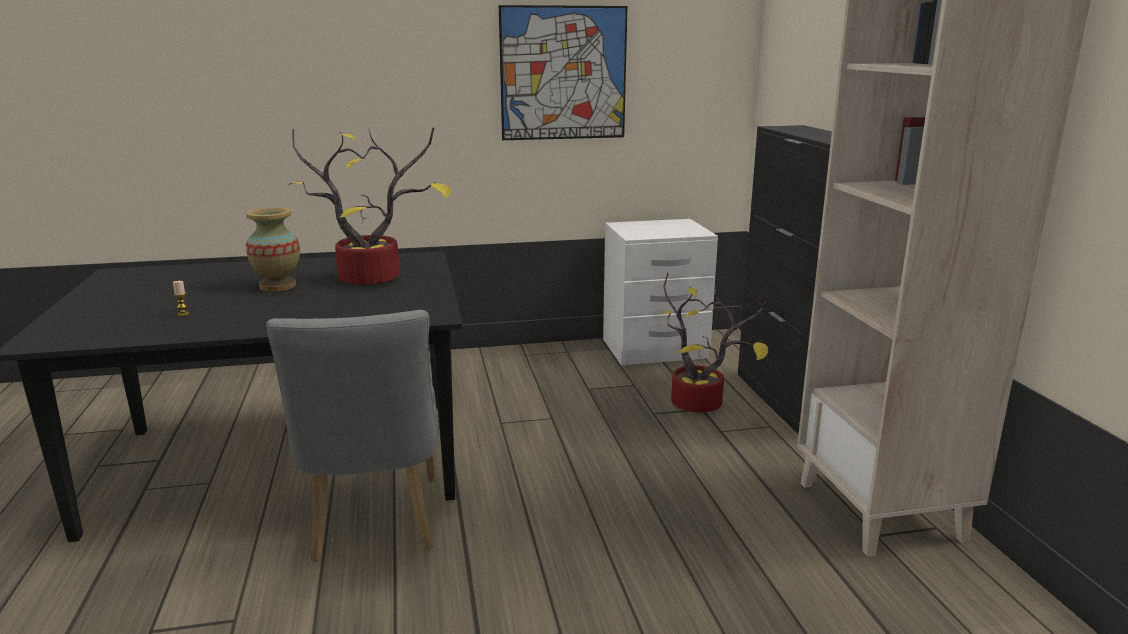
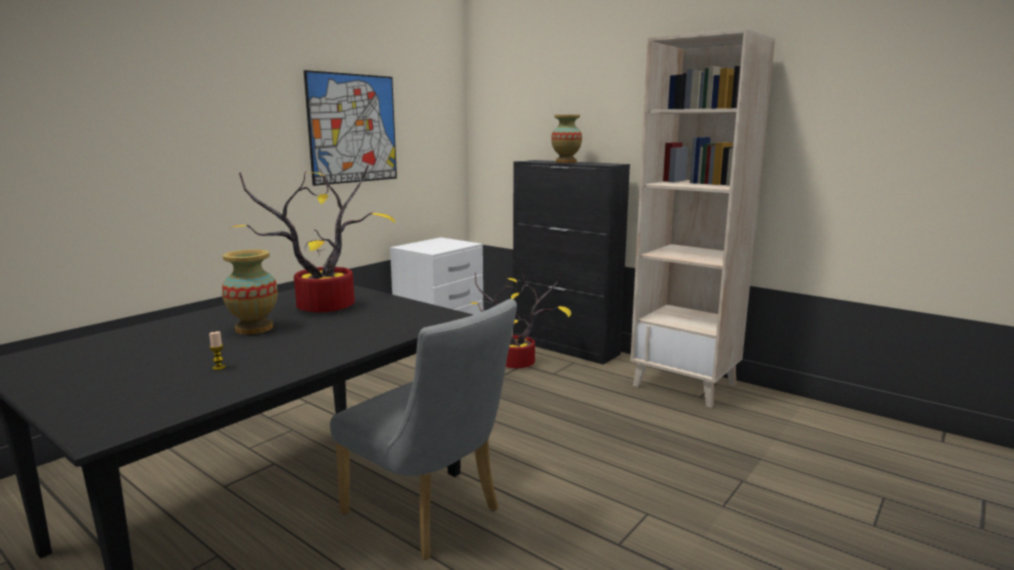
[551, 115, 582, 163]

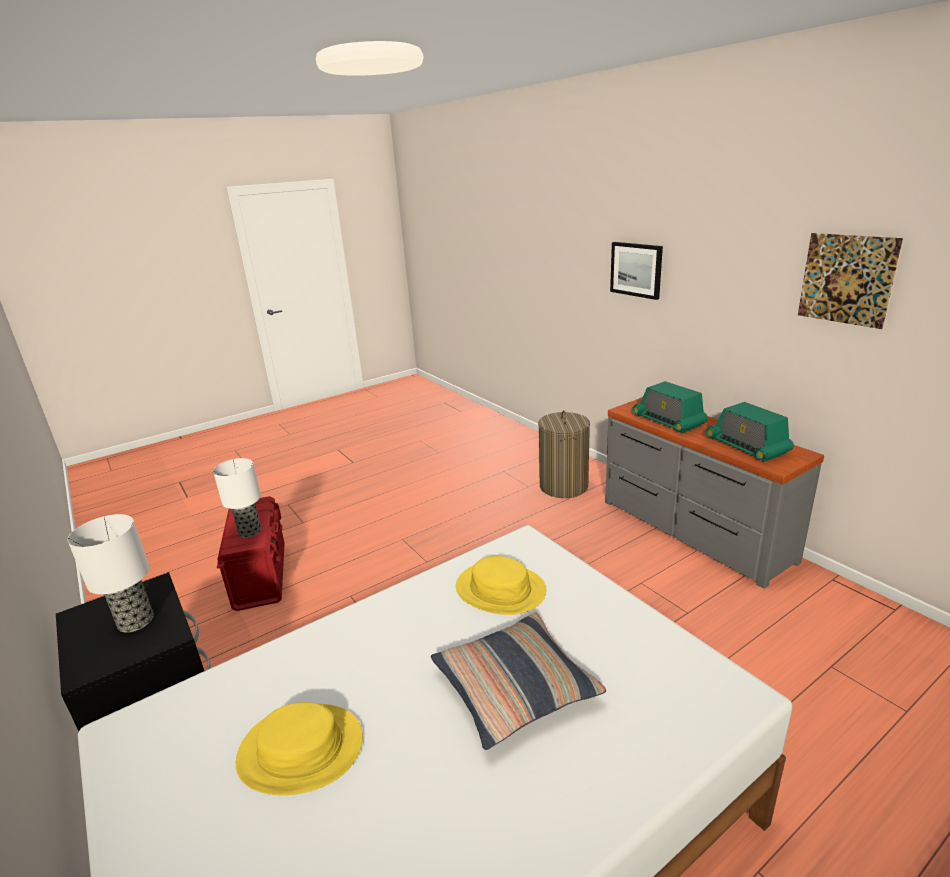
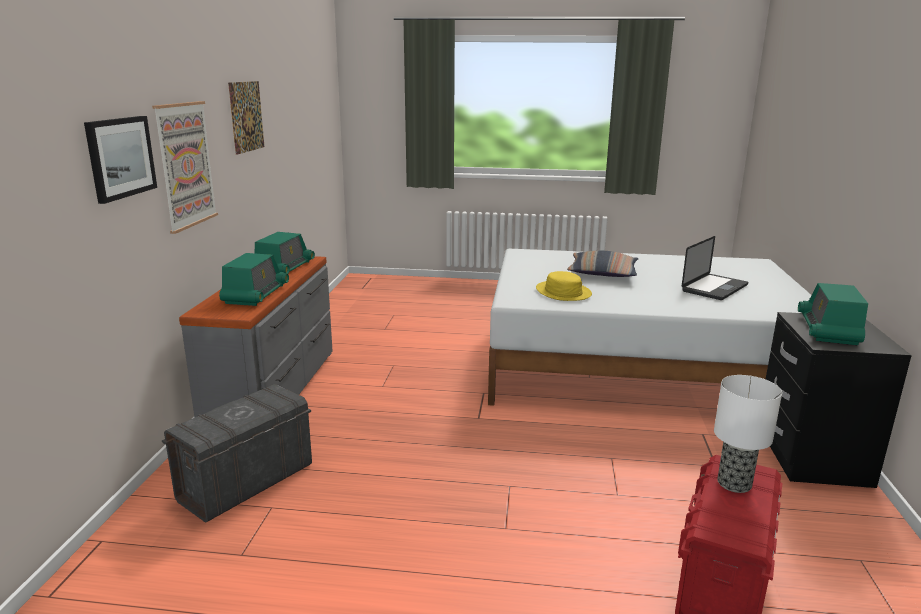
[162, 384, 312, 523]
[798, 283, 868, 345]
[682, 236, 748, 300]
[152, 101, 218, 234]

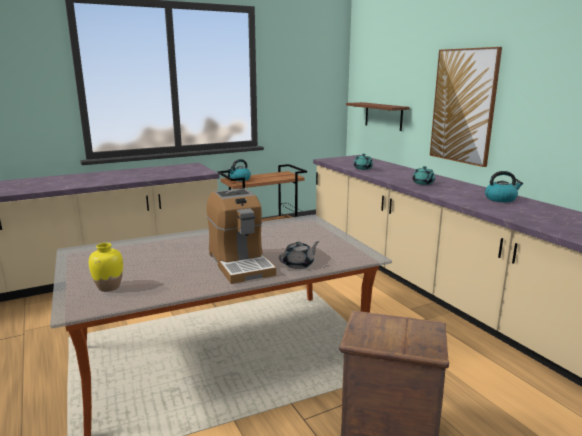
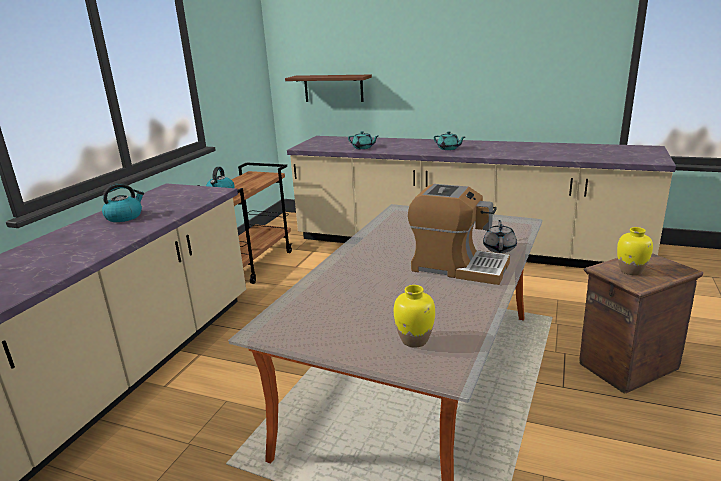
[430, 47, 502, 167] (first image)
[102, 183, 144, 222]
[617, 227, 653, 275]

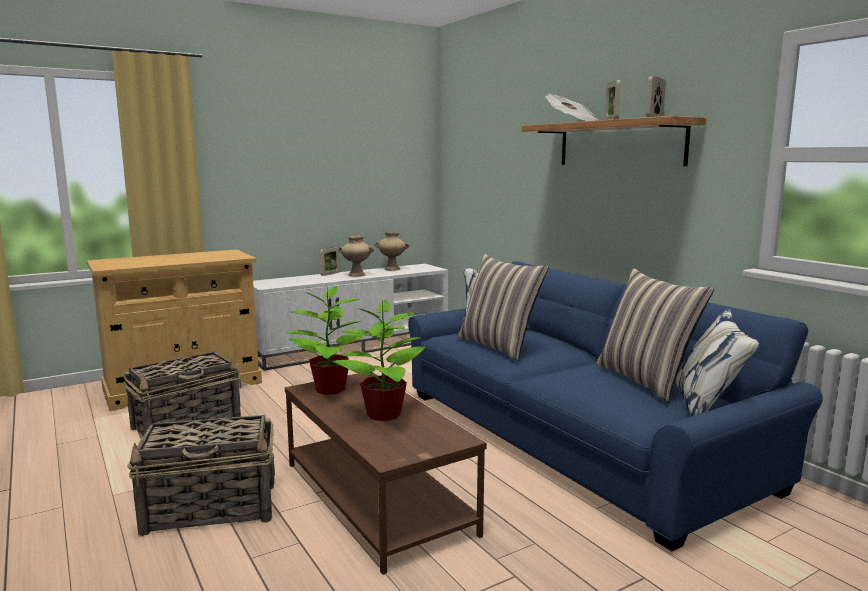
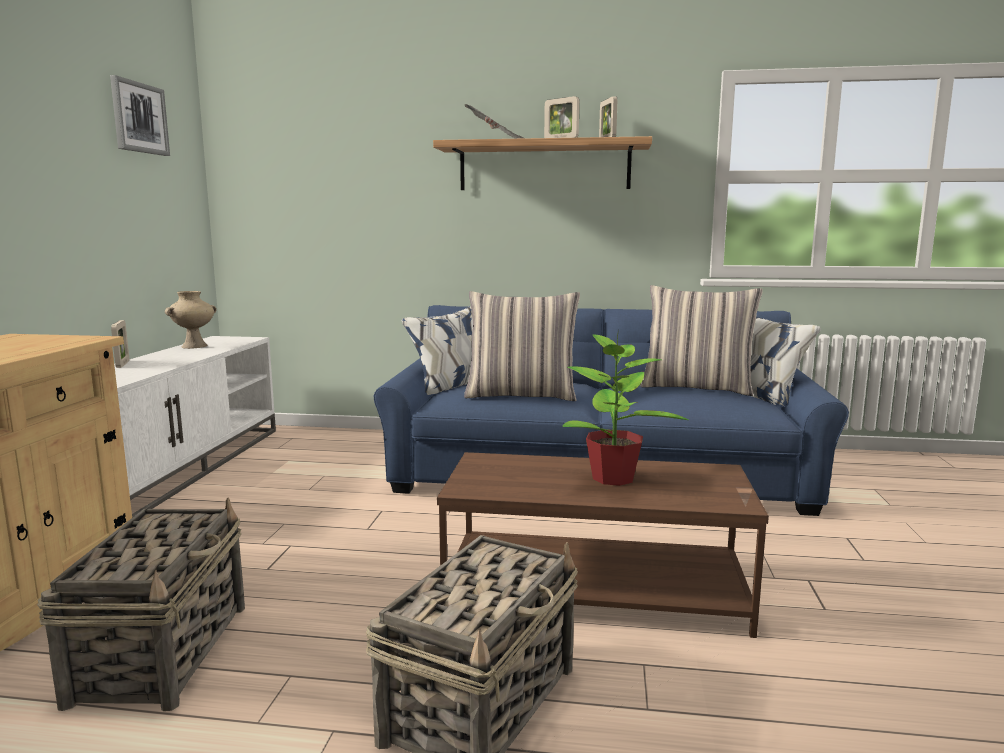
[339, 236, 374, 276] (first image)
[287, 285, 365, 395] (first image)
[110, 75, 170, 156]

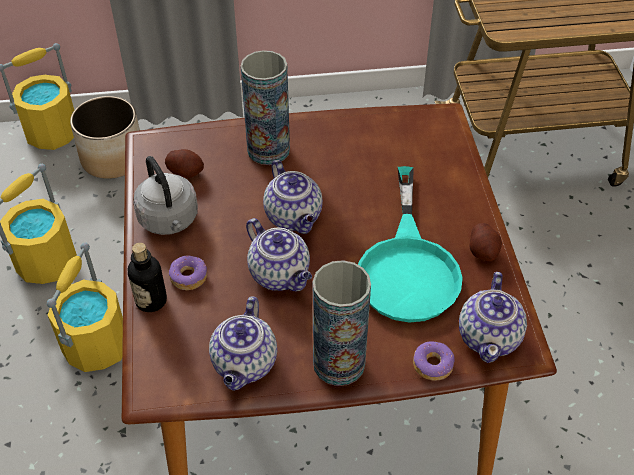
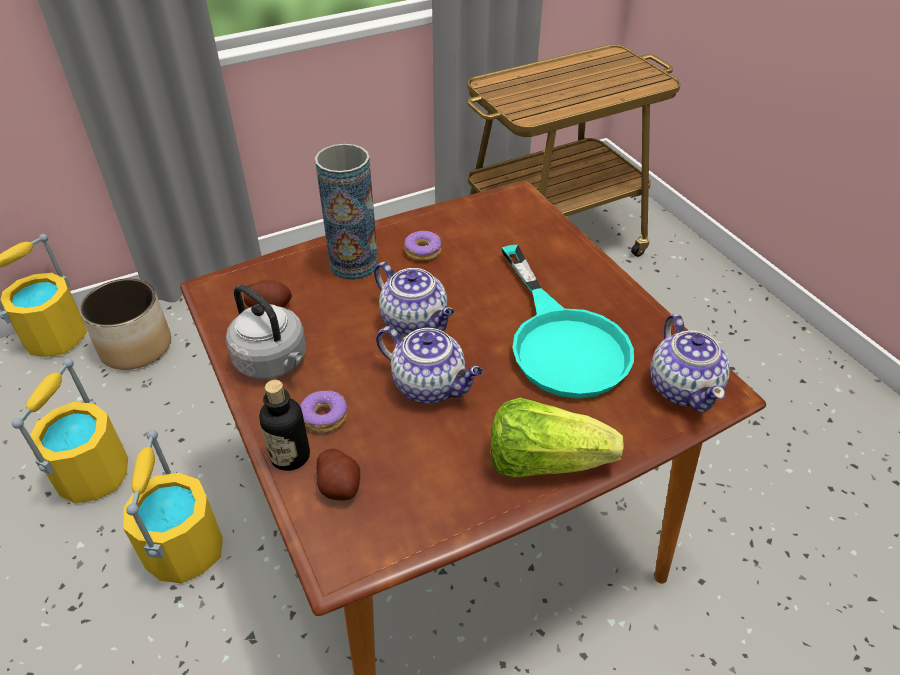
[317, 449, 360, 500]
[490, 398, 624, 478]
[209, 296, 277, 391] (first image)
[404, 231, 441, 261]

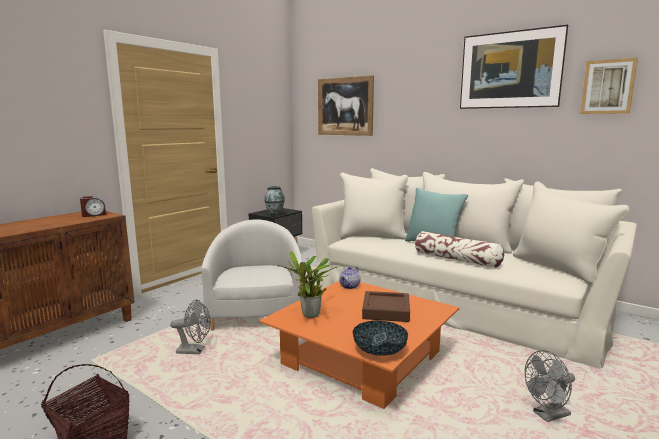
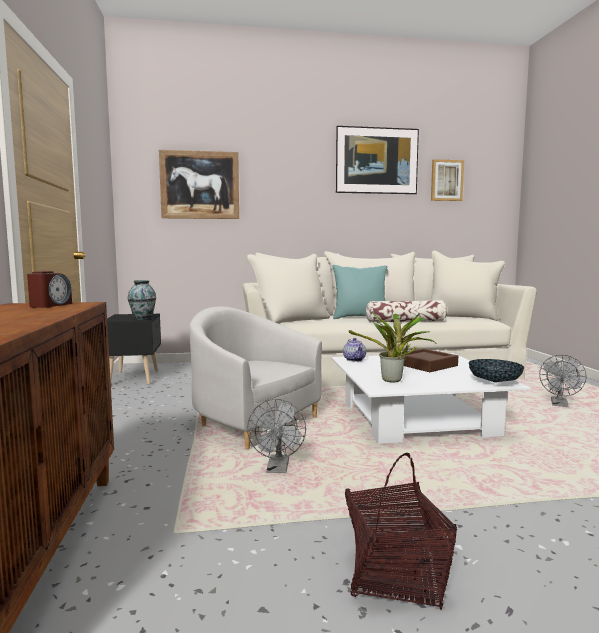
[331, 353, 531, 444]
[247, 399, 306, 473]

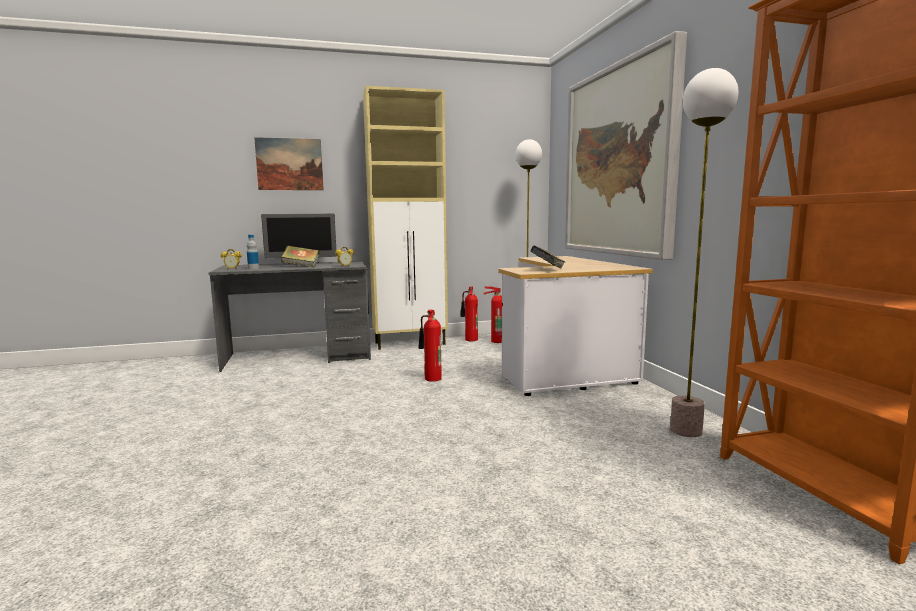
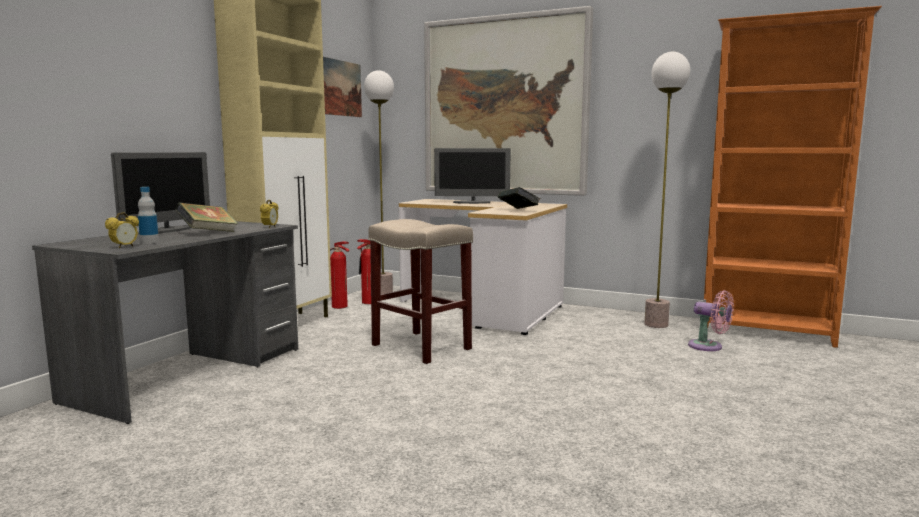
[323, 57, 362, 117]
[368, 219, 473, 364]
[434, 148, 511, 204]
[688, 290, 734, 351]

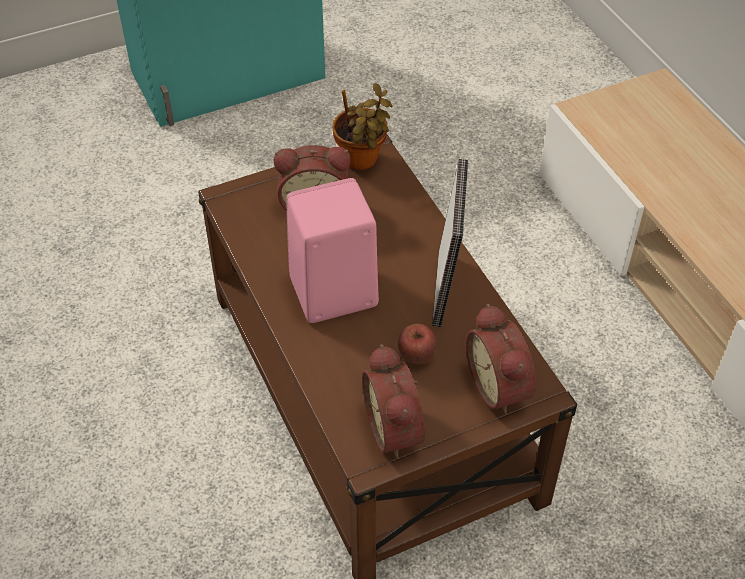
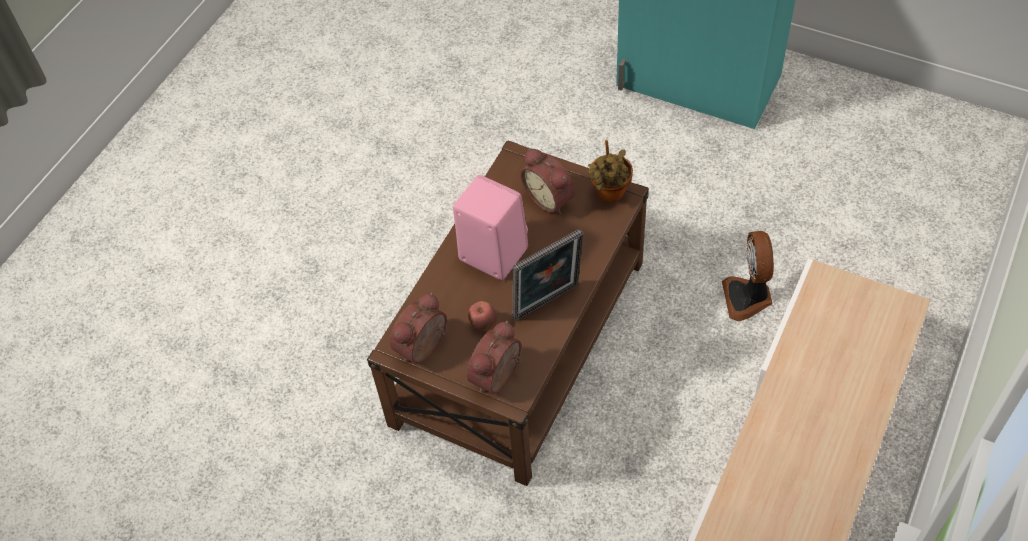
[722, 231, 774, 321]

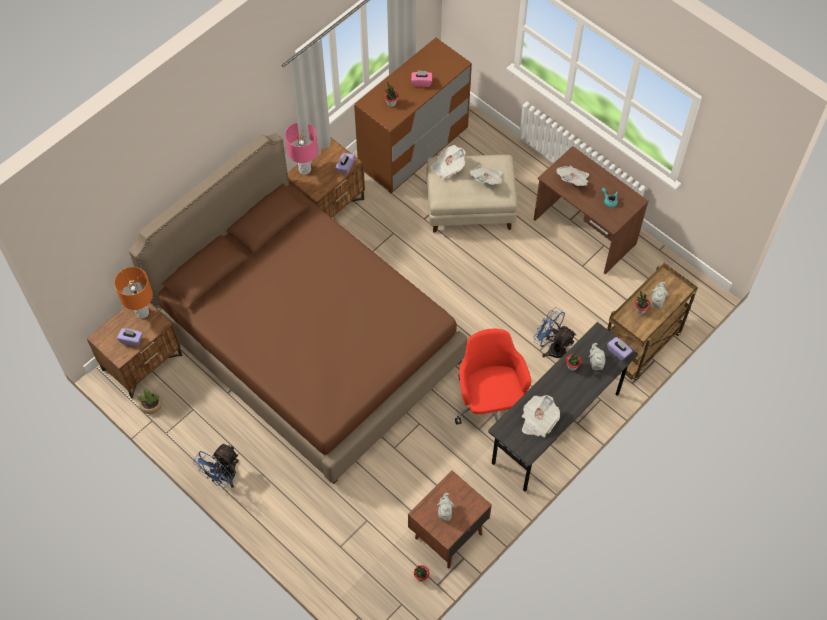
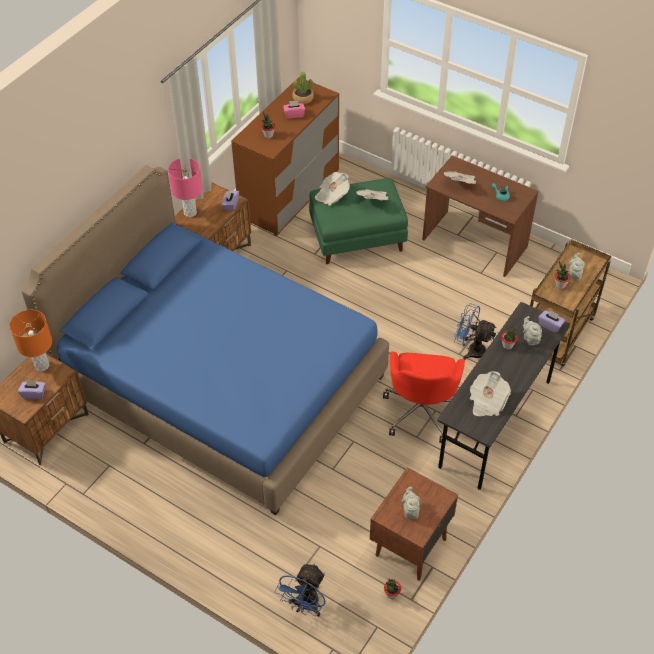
[22, 165, 389, 515]
[309, 178, 408, 264]
[383, 351, 465, 443]
[292, 72, 314, 104]
[275, 563, 326, 617]

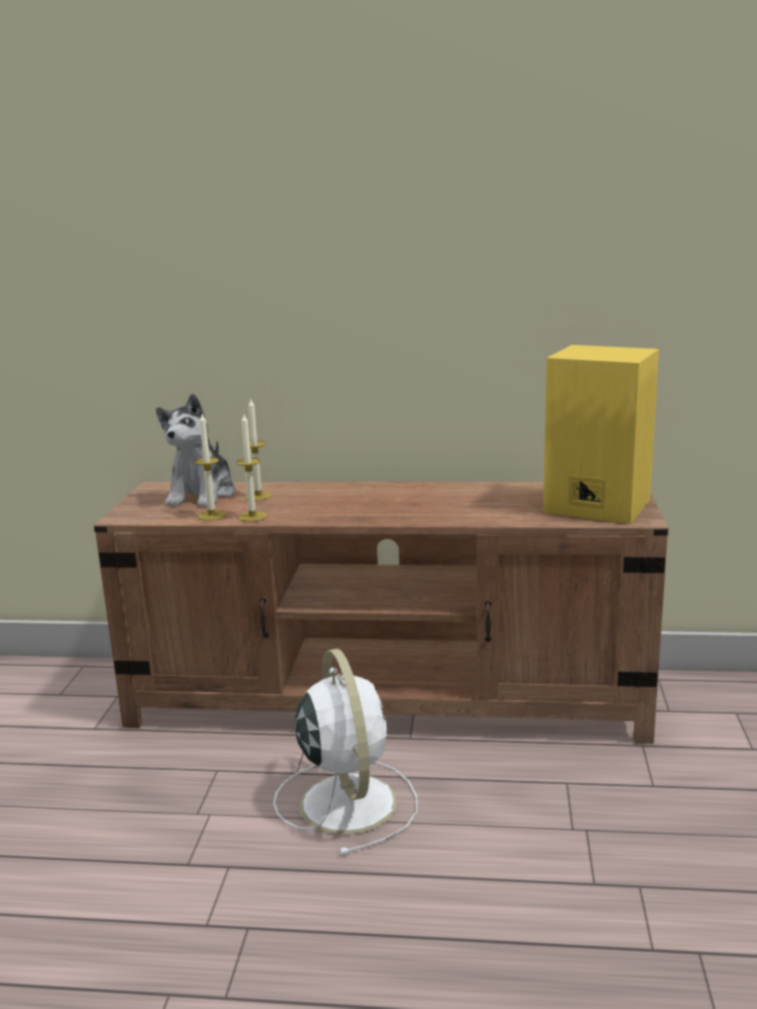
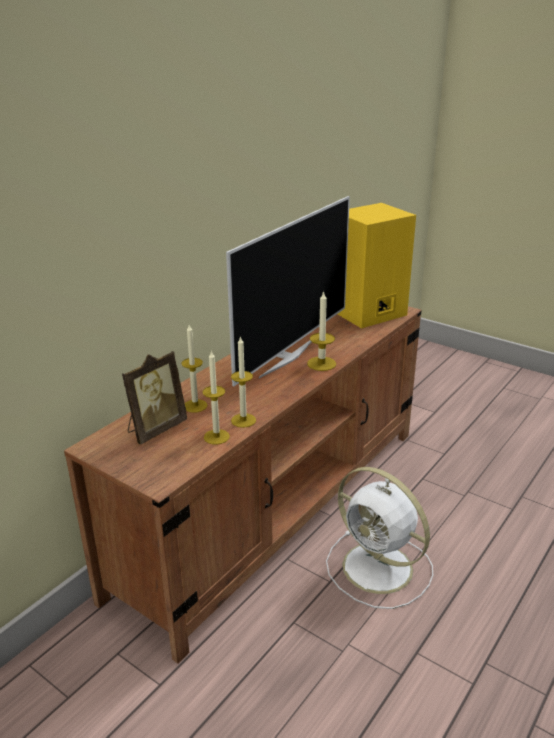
[122, 351, 187, 445]
[326, 467, 433, 609]
[226, 196, 350, 386]
[307, 291, 336, 371]

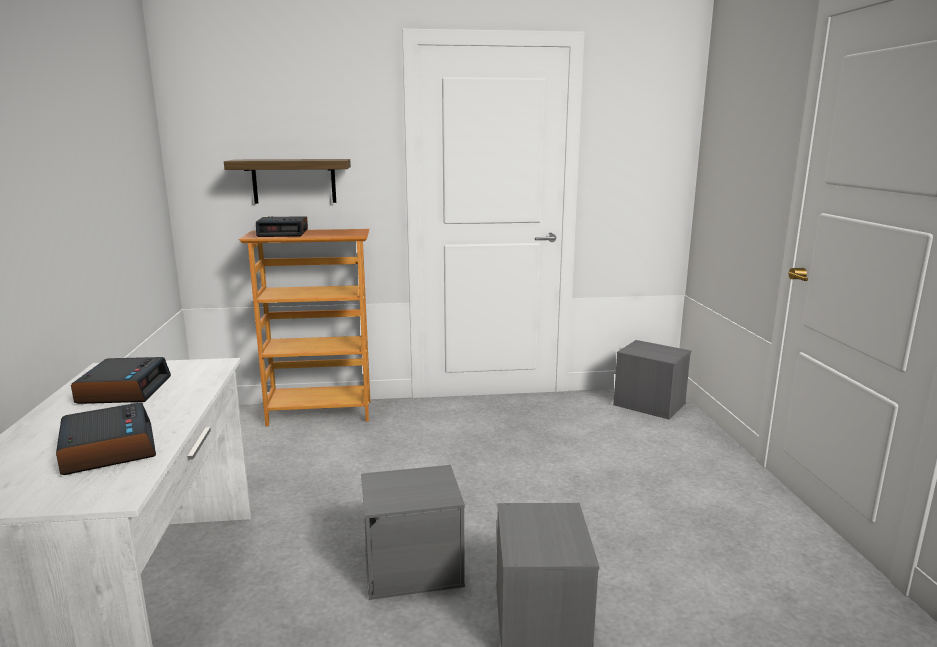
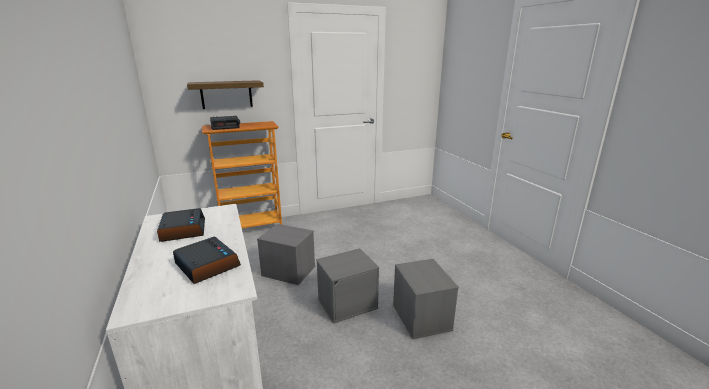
[257, 224, 315, 285]

